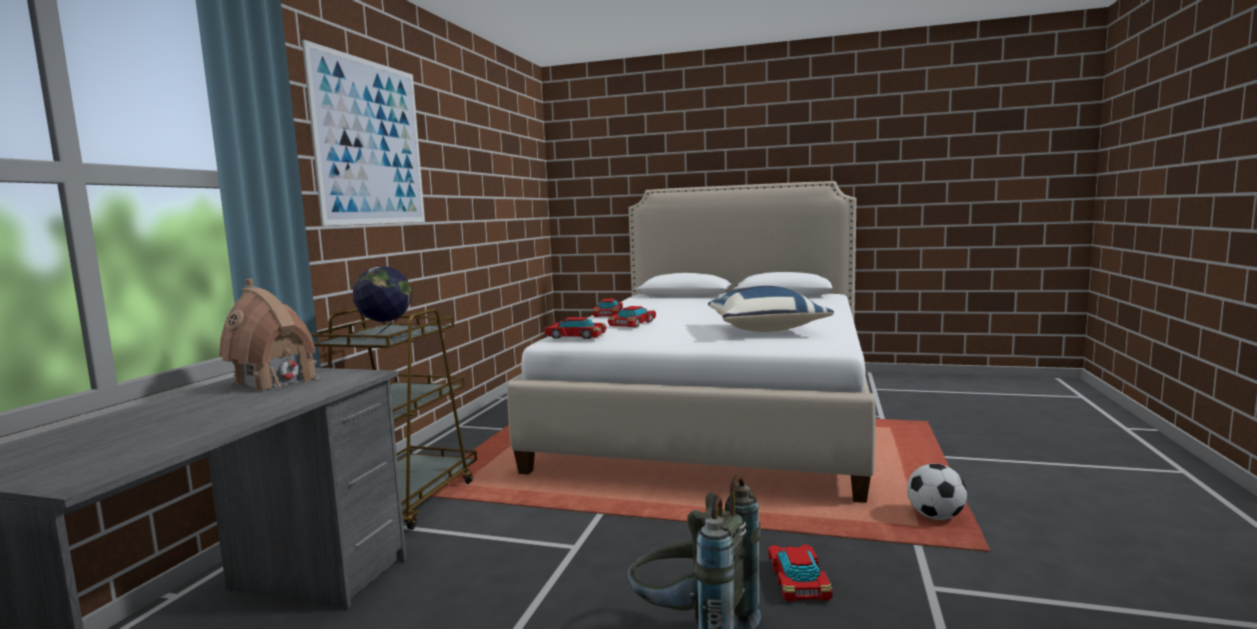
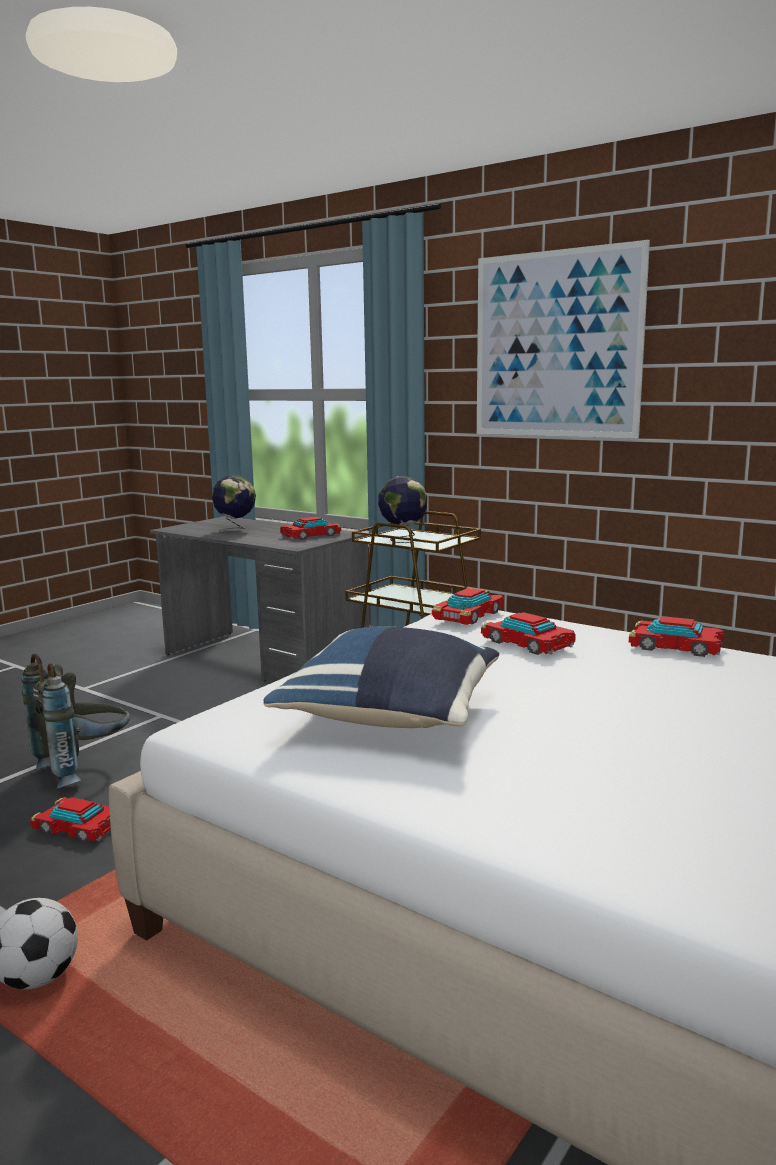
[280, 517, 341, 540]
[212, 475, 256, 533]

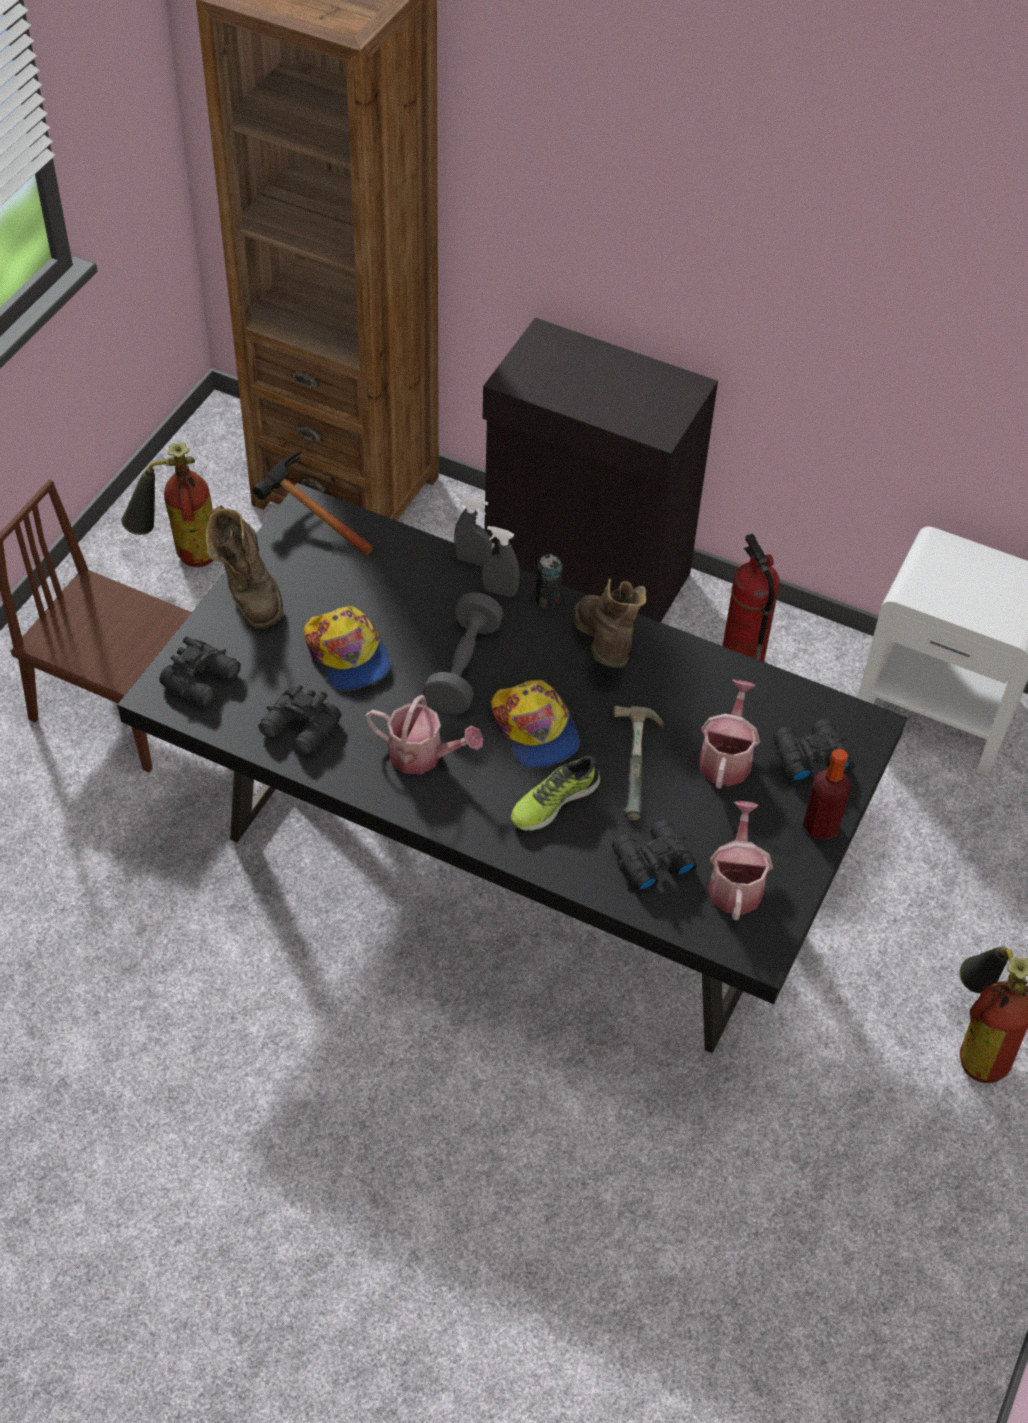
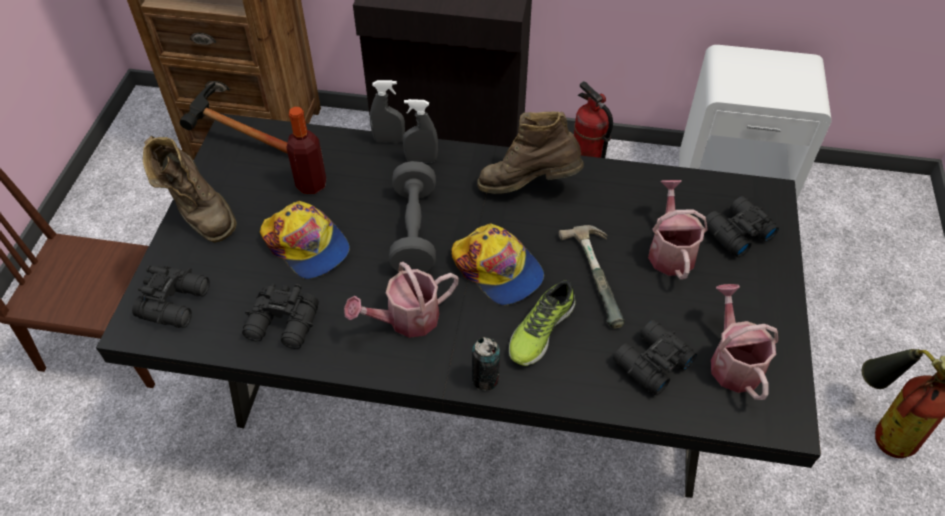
[121, 442, 215, 567] (first image)
[472, 337, 500, 391]
[477, 111, 584, 194]
[344, 262, 459, 338]
[286, 107, 326, 194]

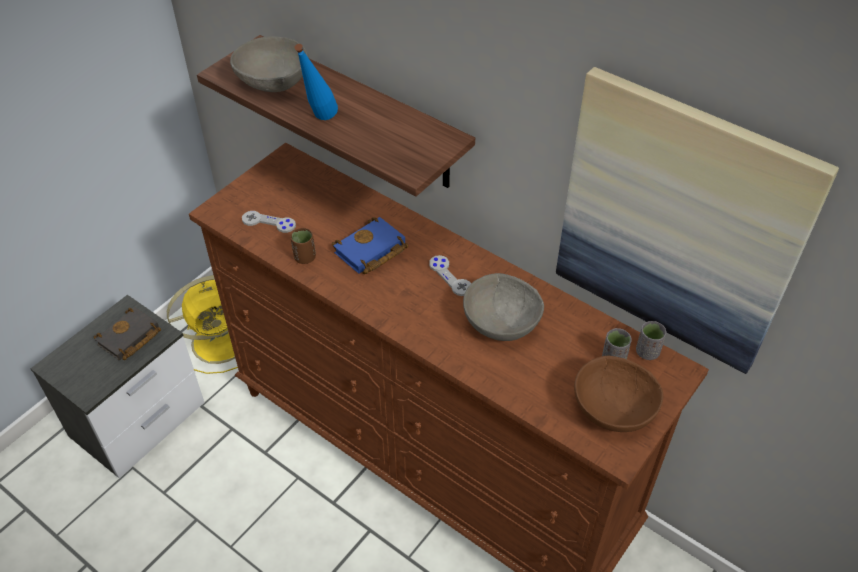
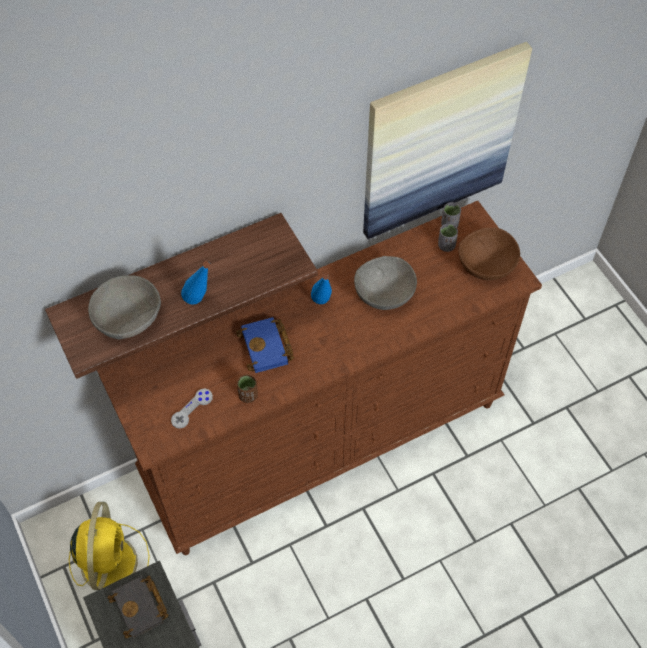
[311, 274, 332, 304]

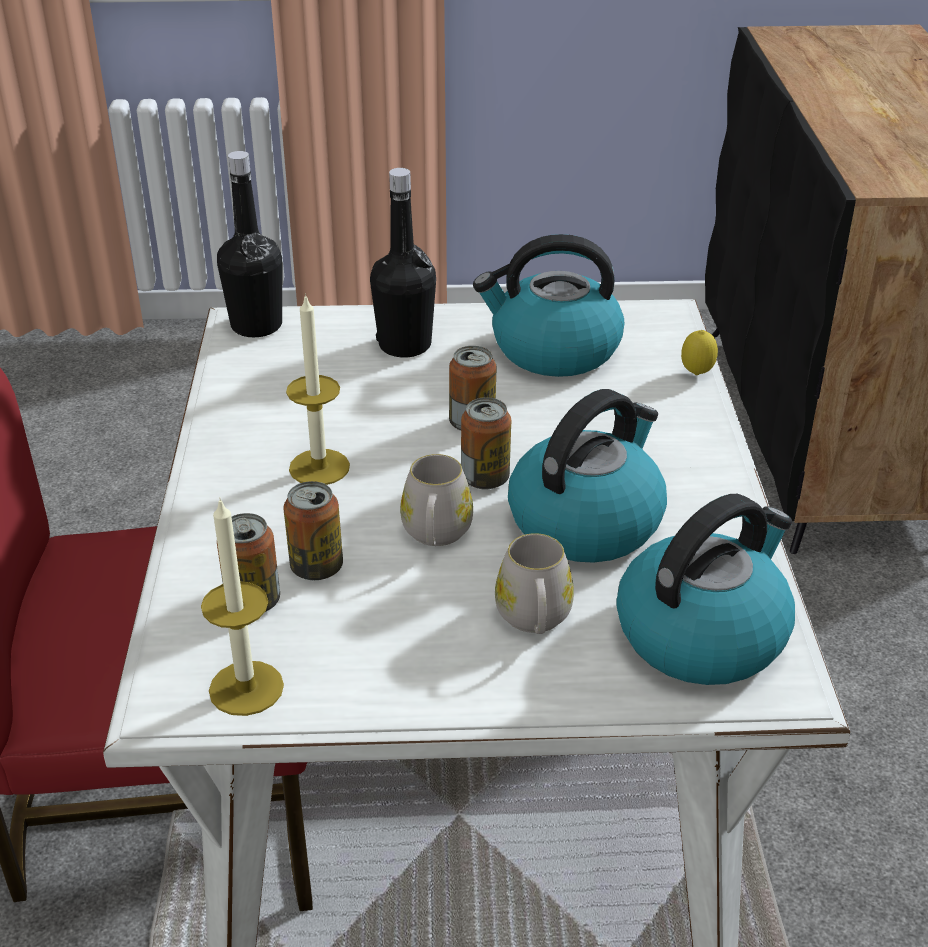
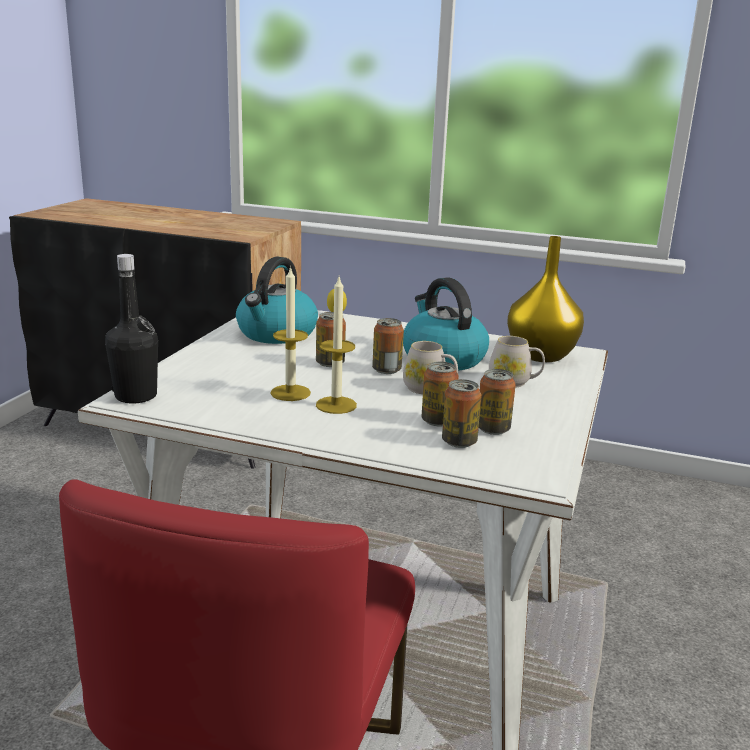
[370, 168, 436, 358] (first image)
[507, 236, 584, 362]
[271, 266, 311, 401]
[479, 369, 516, 435]

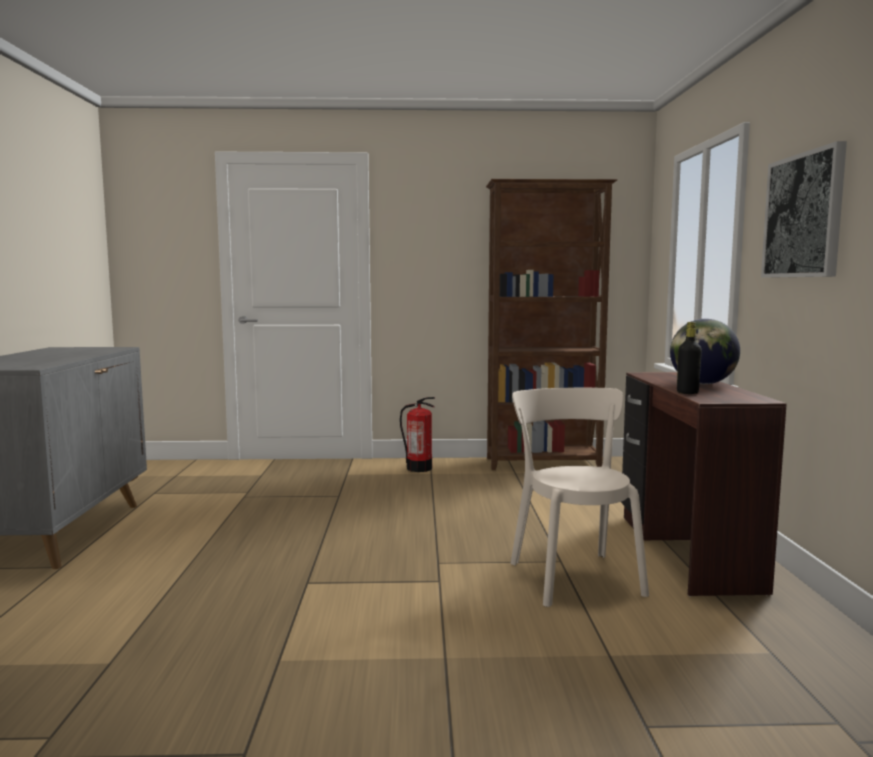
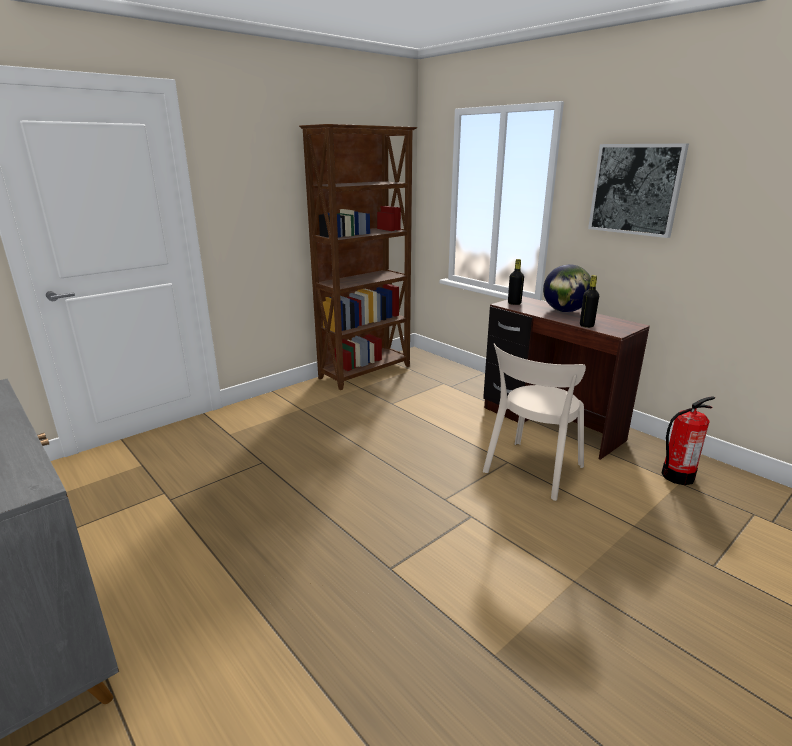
[483, 343, 586, 501]
[661, 396, 715, 485]
[508, 259, 524, 305]

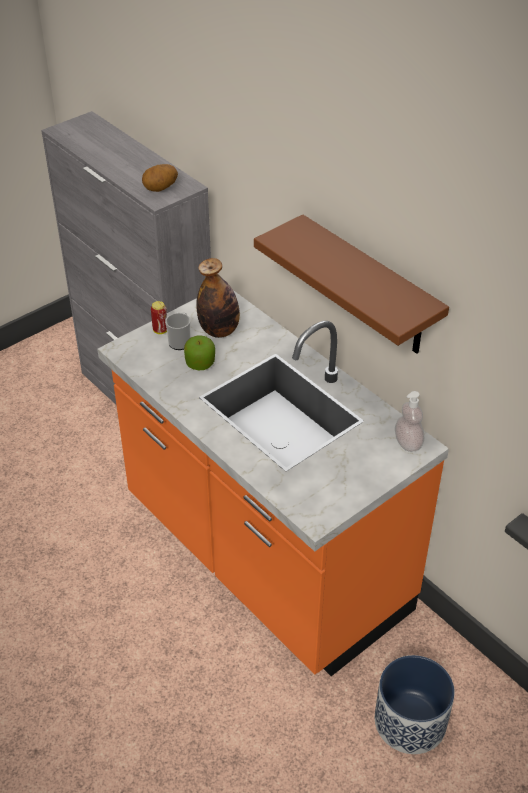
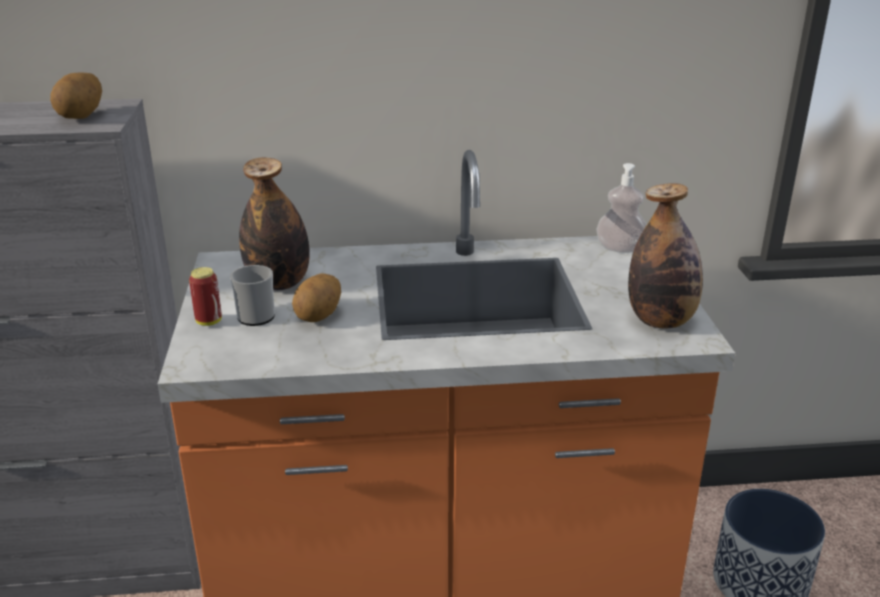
[254, 214, 449, 354] (first image)
[292, 273, 341, 322]
[628, 183, 703, 328]

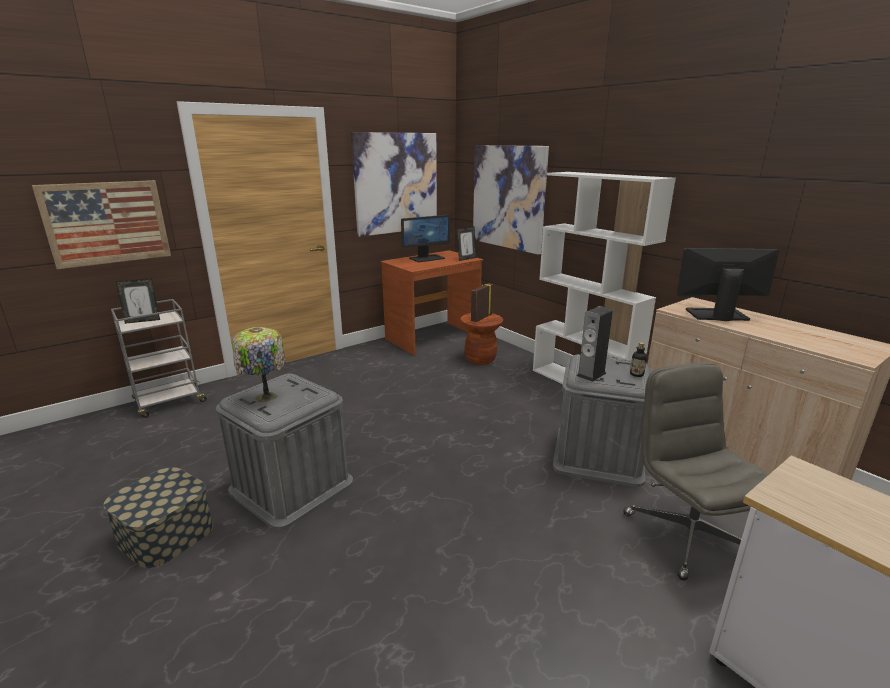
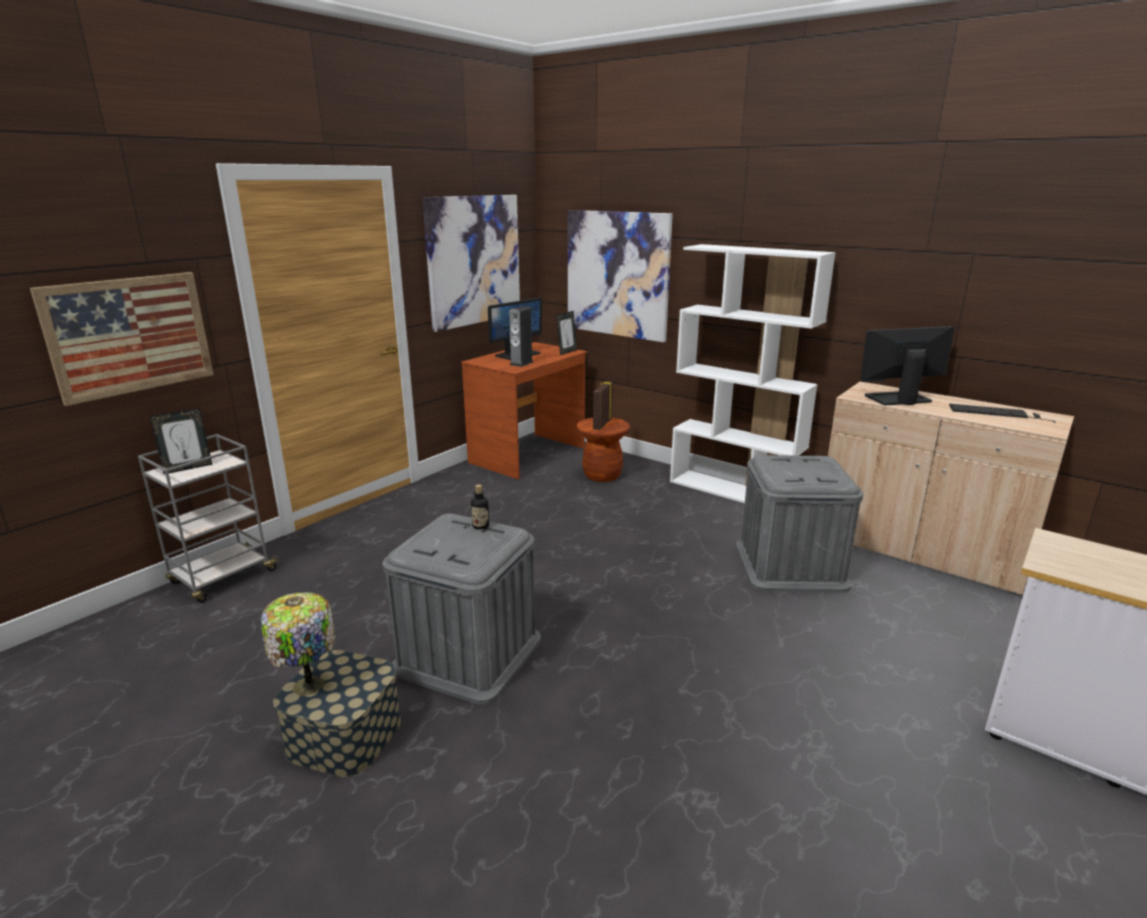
[509, 306, 533, 367]
[261, 592, 335, 696]
[471, 485, 489, 530]
[623, 362, 769, 580] (first image)
[949, 404, 1056, 423]

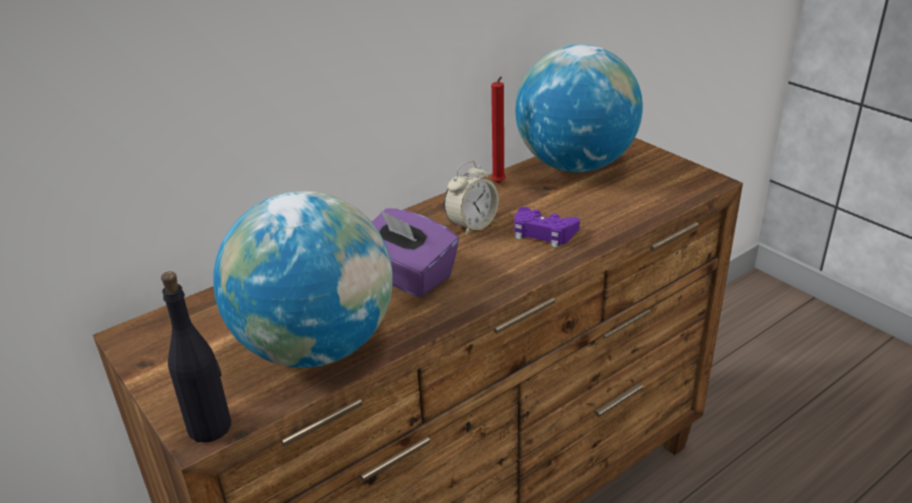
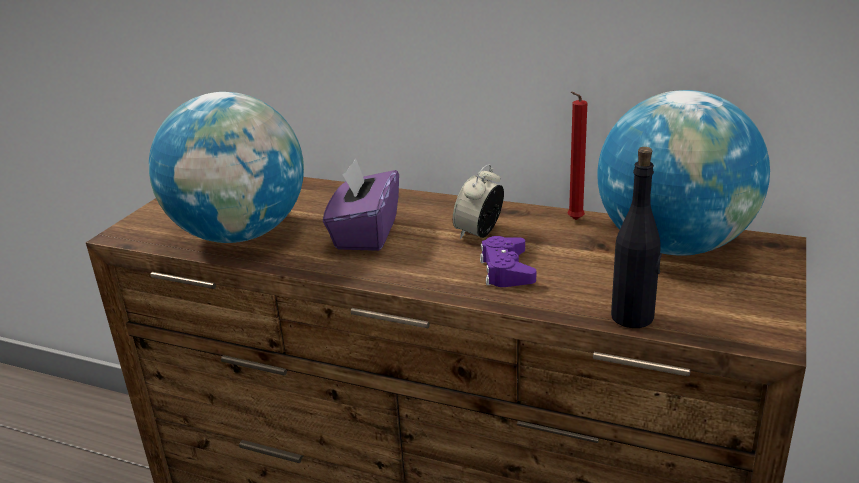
[453, 164, 504, 239]
[611, 147, 662, 328]

